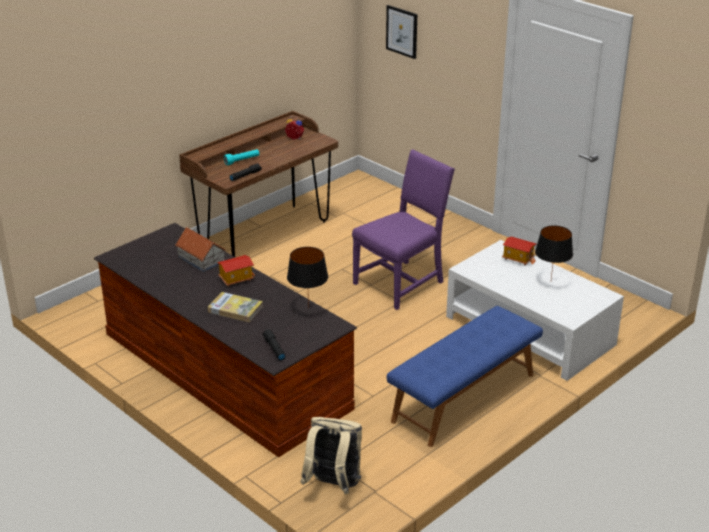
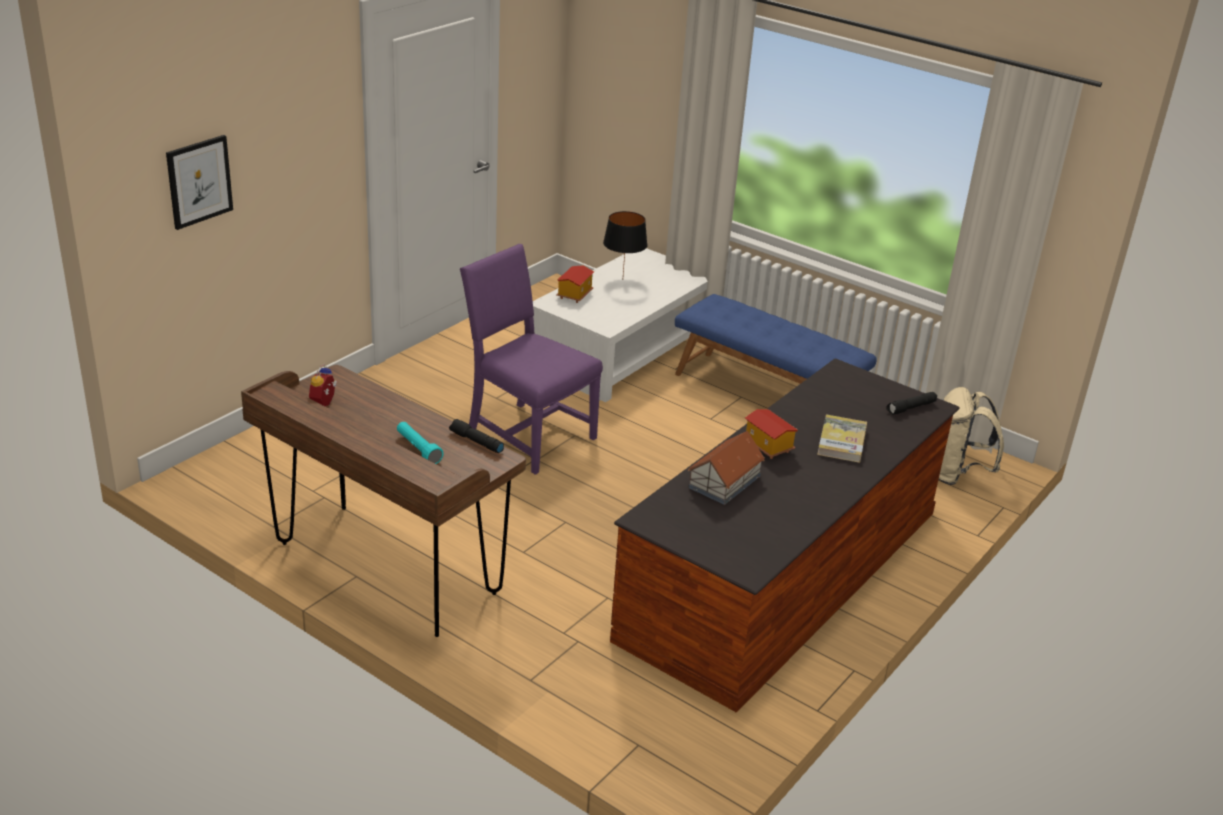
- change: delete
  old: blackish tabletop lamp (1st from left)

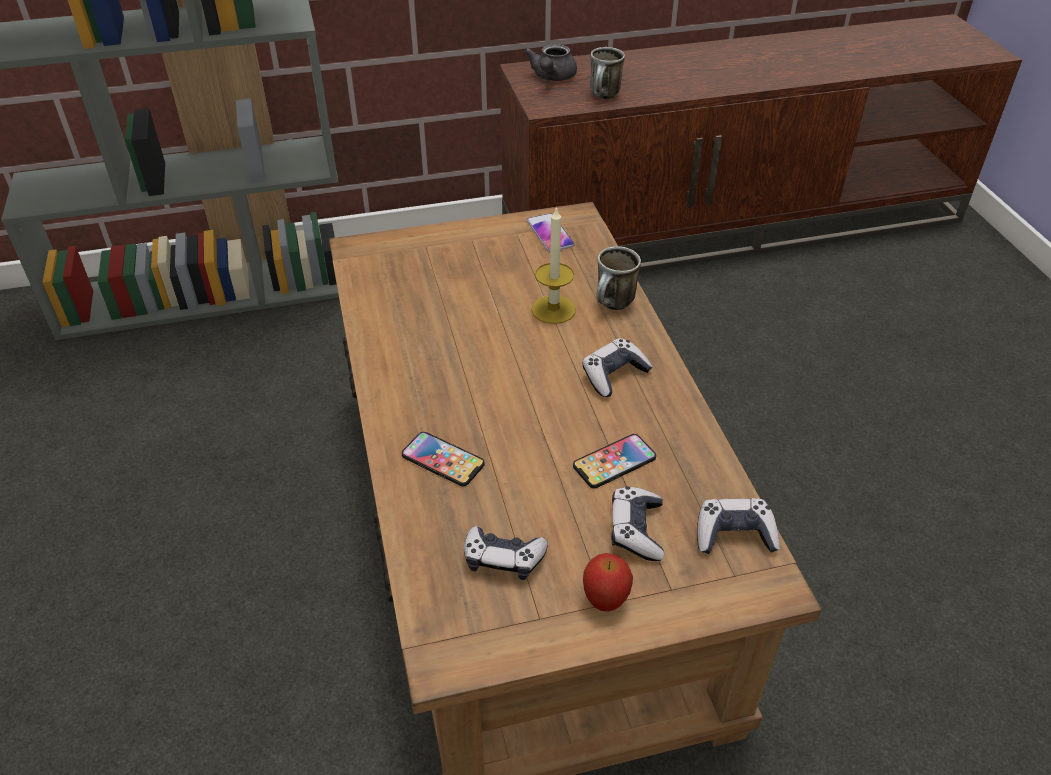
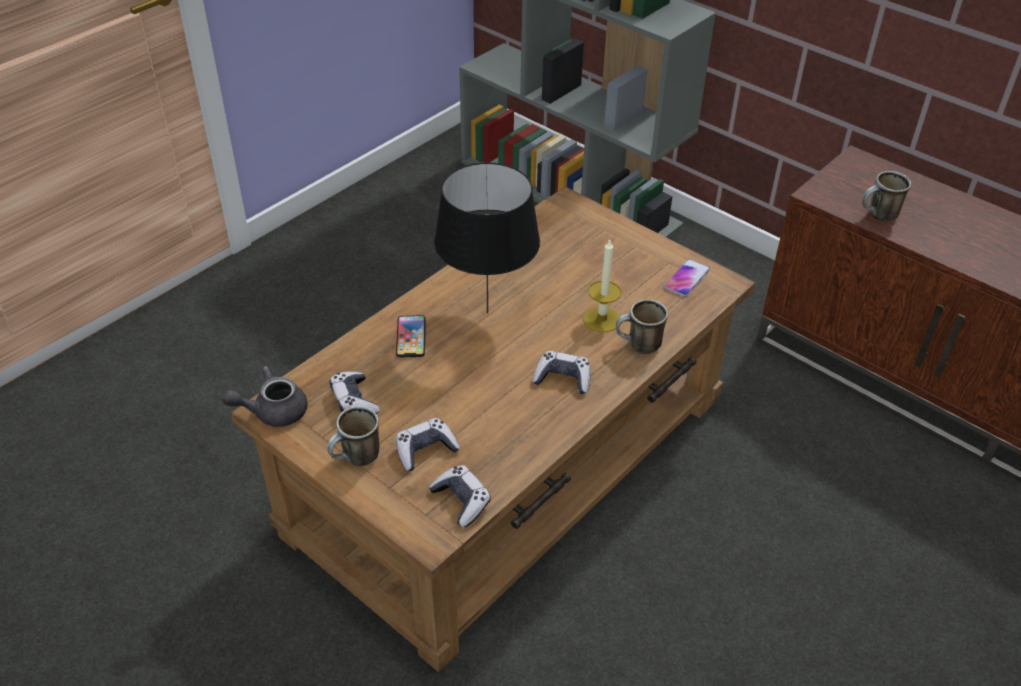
- change: delete
  old: phone (3rd from left)
- change: insert
  new: blackish tabletop lamp
- change: move
  old: grey pot for tea
- change: replace
  old: apple fruit
  new: mug (1st from left)

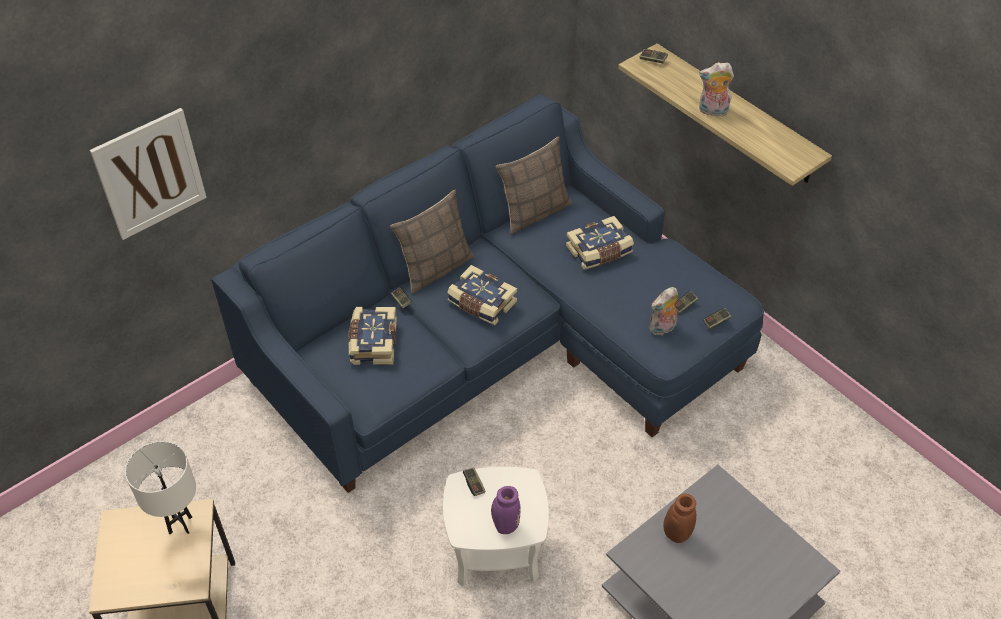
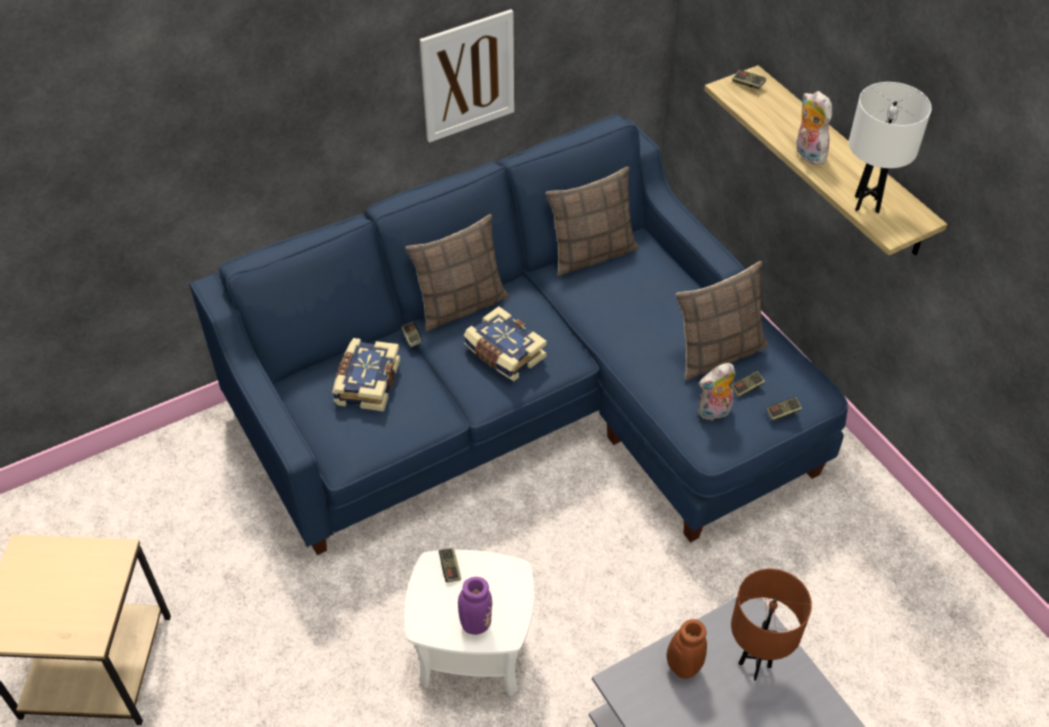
- change: delete
  old: bound book (3rd from left)
- change: insert
  new: cushion (3rd from left)
- change: insert
  new: brownish tabletop lamp
- change: move
  old: wall art
- change: move
  old: white-coloured tabletop lamp
- change: rotate
  old: plush toy (2nd from left)
  degrees: 45

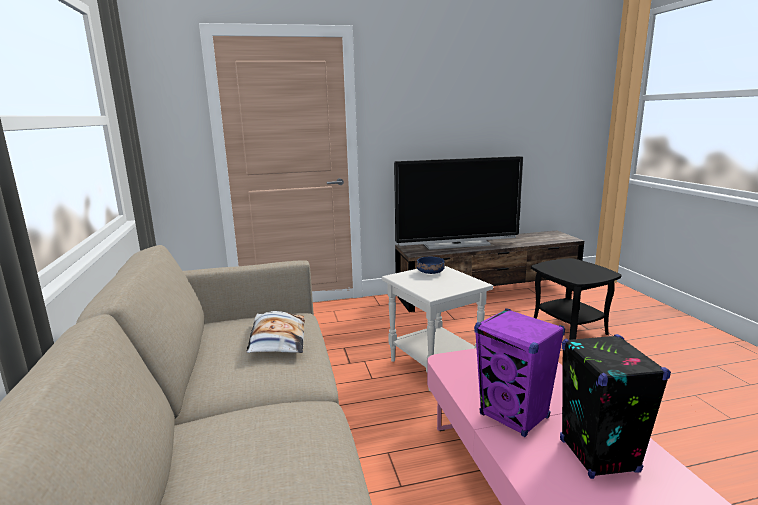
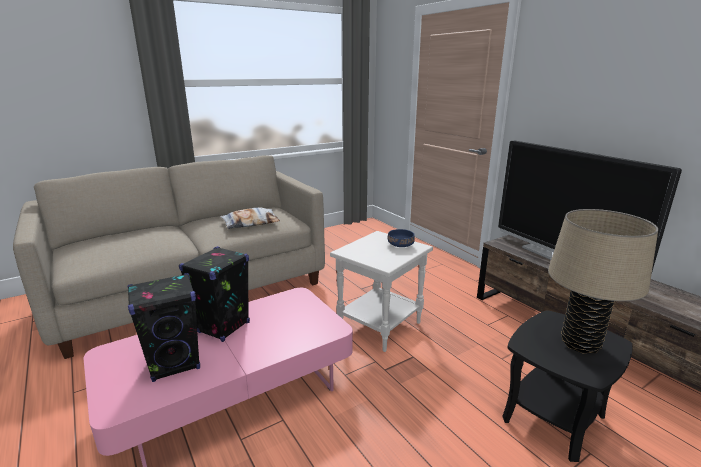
- change: insert
  new: beige tabletop lamp
- change: recolor
  old: purplish audio speaker
  new: blackish audio speaker (2nd from left)

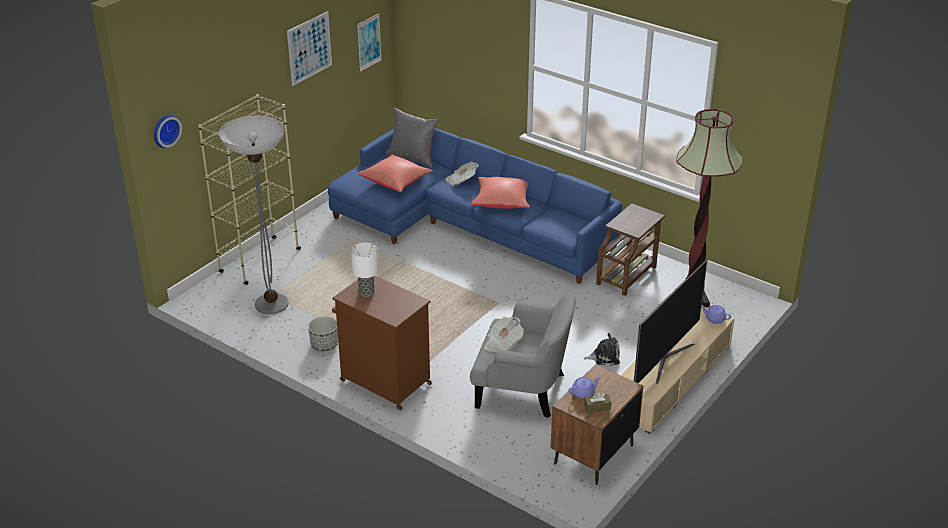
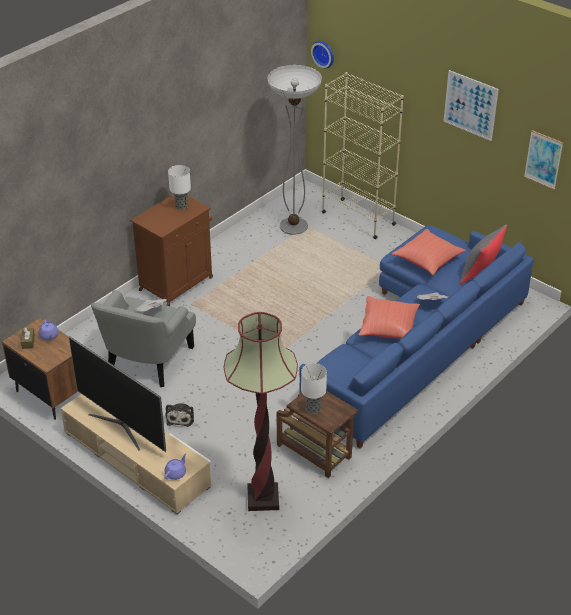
- change: delete
  old: plant pot
- change: insert
  new: tabletop lamp (2nd from left)

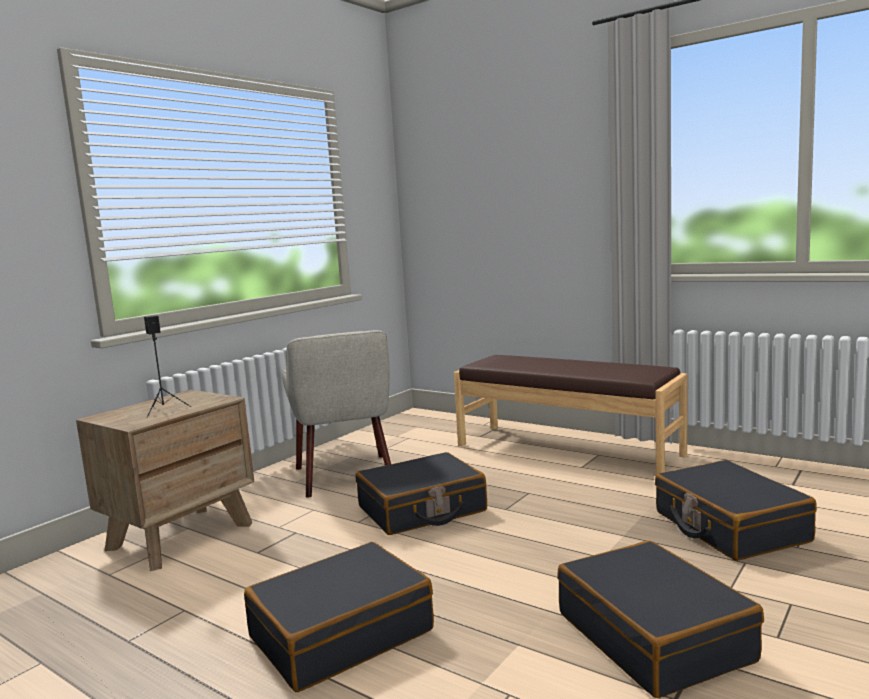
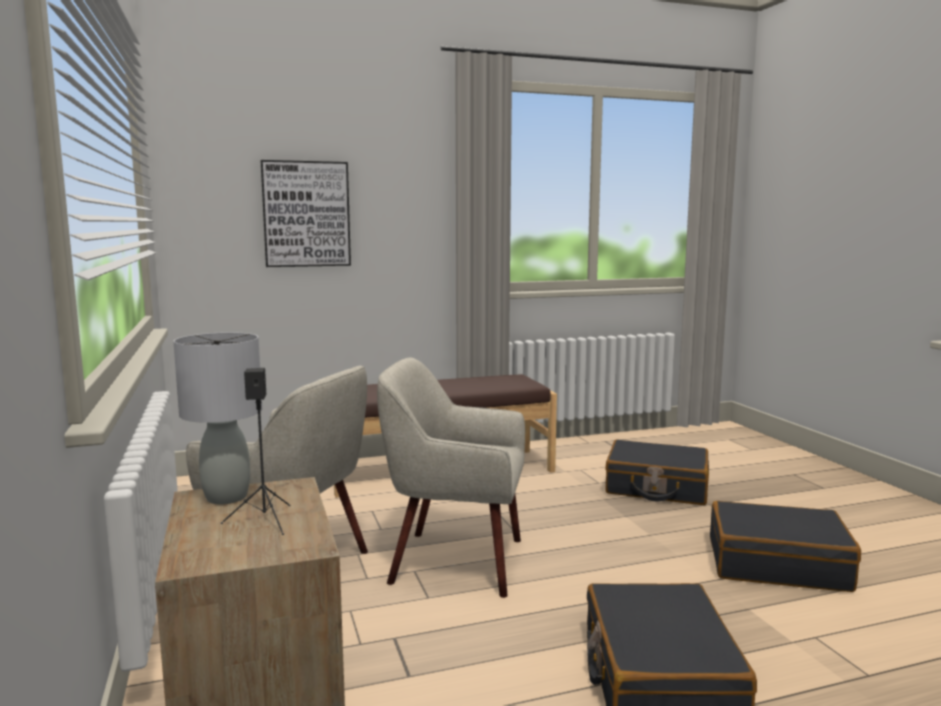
- change: insert
  new: grey tabletop lamp
- change: insert
  new: wall art
- change: replace
  old: blackish suitcase (2nd from left)
  new: beige lounge chair (2nd from left)

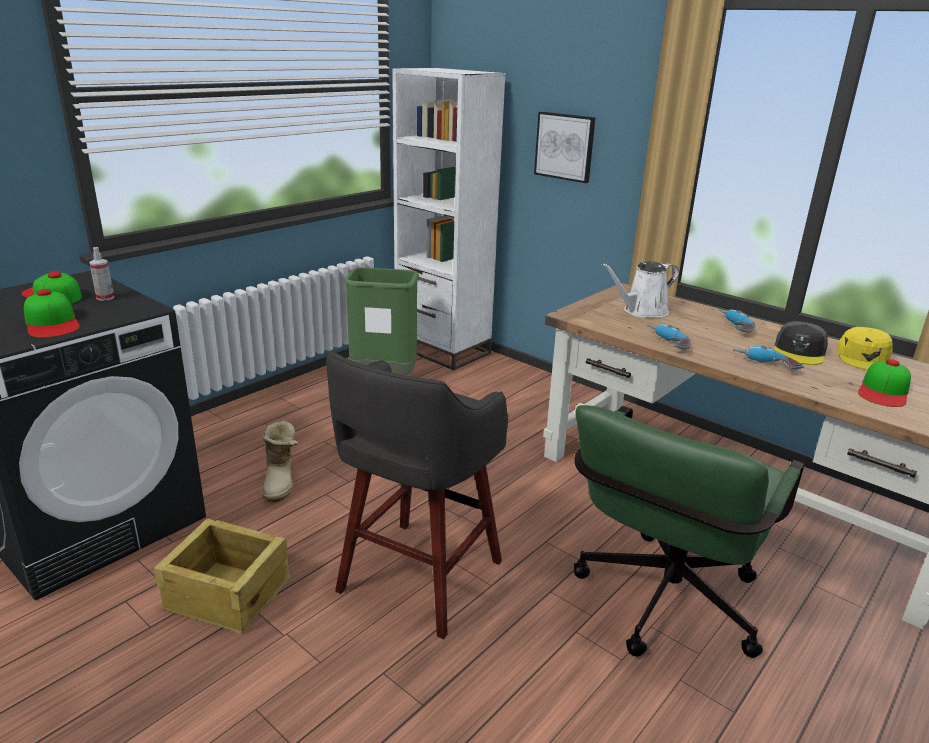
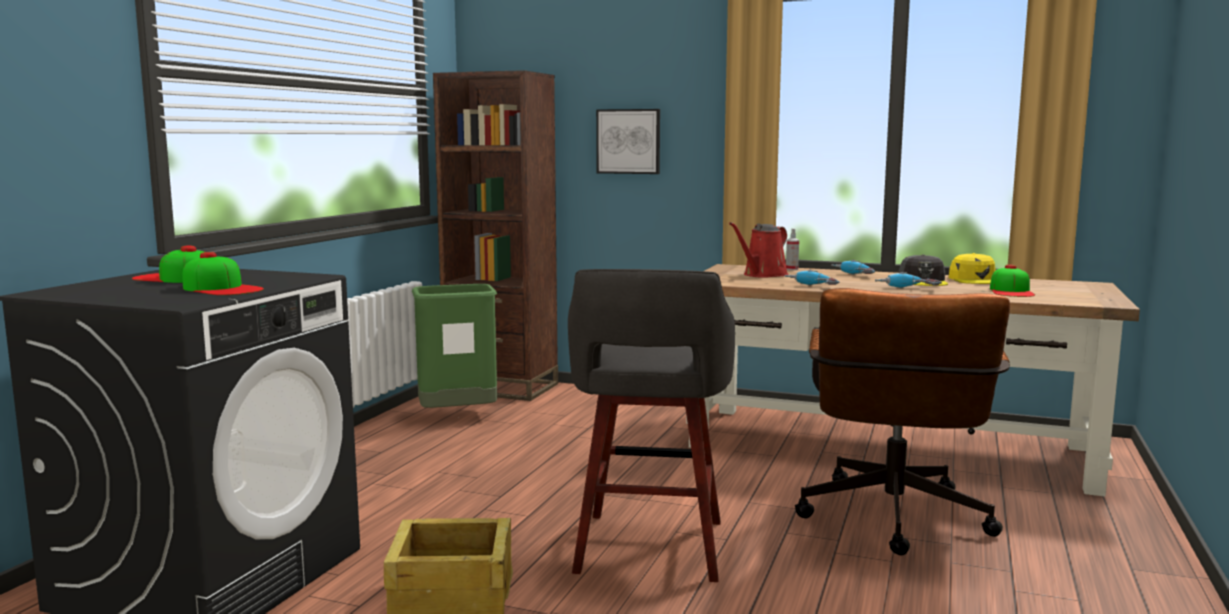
- change: delete
  old: high-top boot
- change: move
  old: sprayer
- change: recolor
  old: white-coloured bookcase
  new: brownish bookcase
- change: recolor
  old: greenish office chair
  new: brownish office chair
- change: recolor
  old: white-coloured watering pot
  new: red watering pot

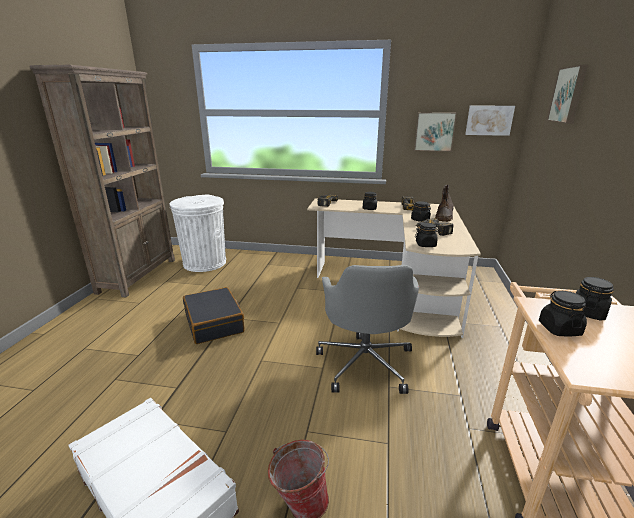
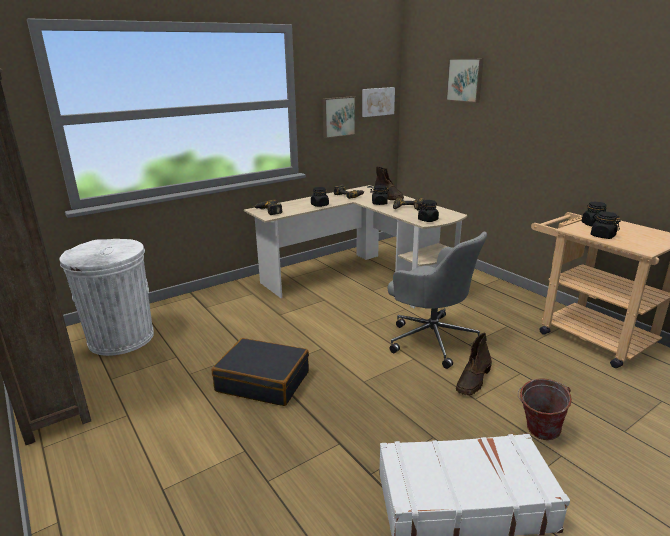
- change: insert
  new: brownish high-top boot (2nd from left)

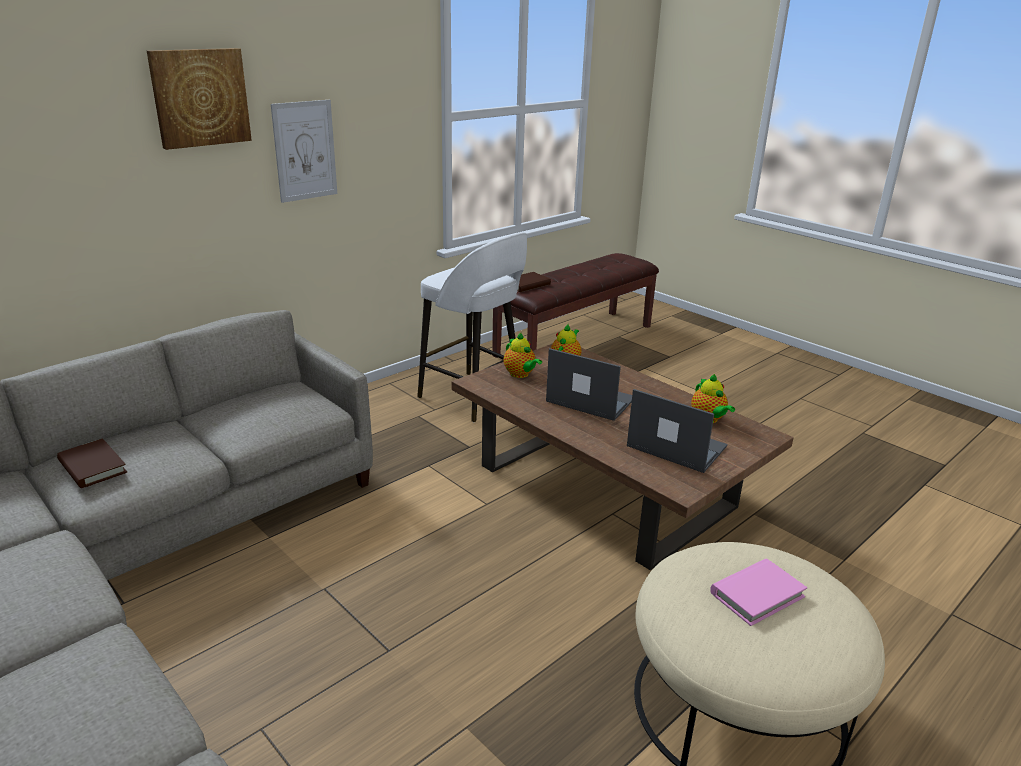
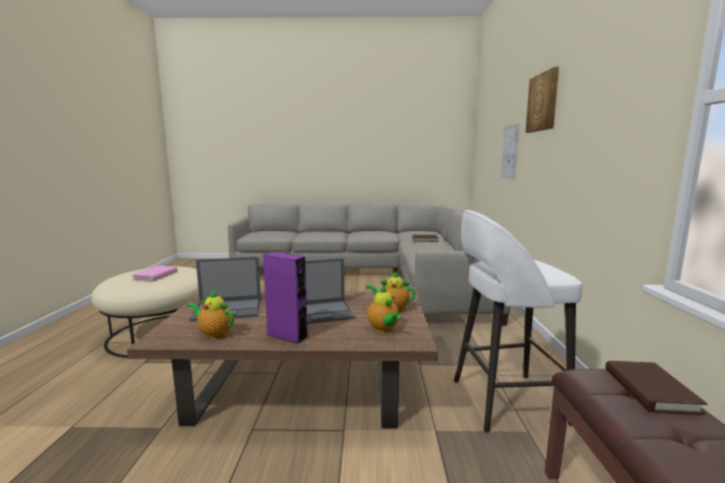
- change: insert
  new: purplish audio speaker
- change: move
  old: wall art (2nd from left in the first image)
  new: wall art (1st from left)

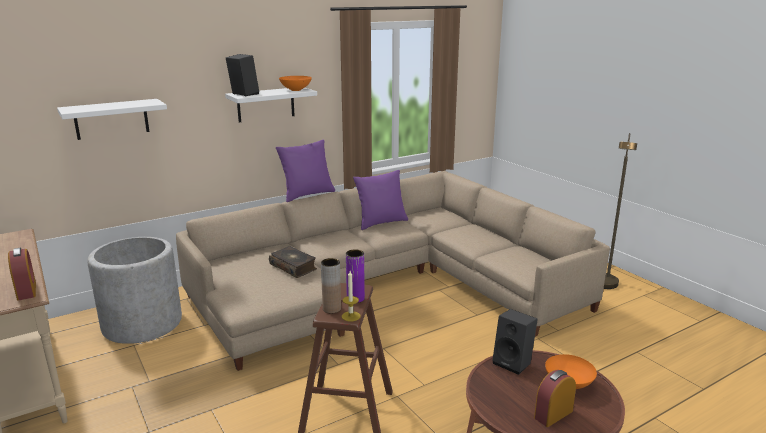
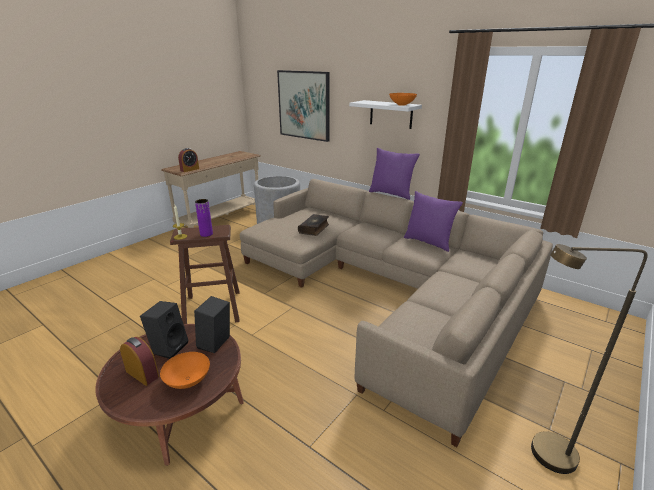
- change: delete
  old: brownish decorative vase
- change: move
  old: blackish audio speaker (1st from left)
- change: replace
  old: white-coloured wall shelf (1st from left)
  new: wall art

